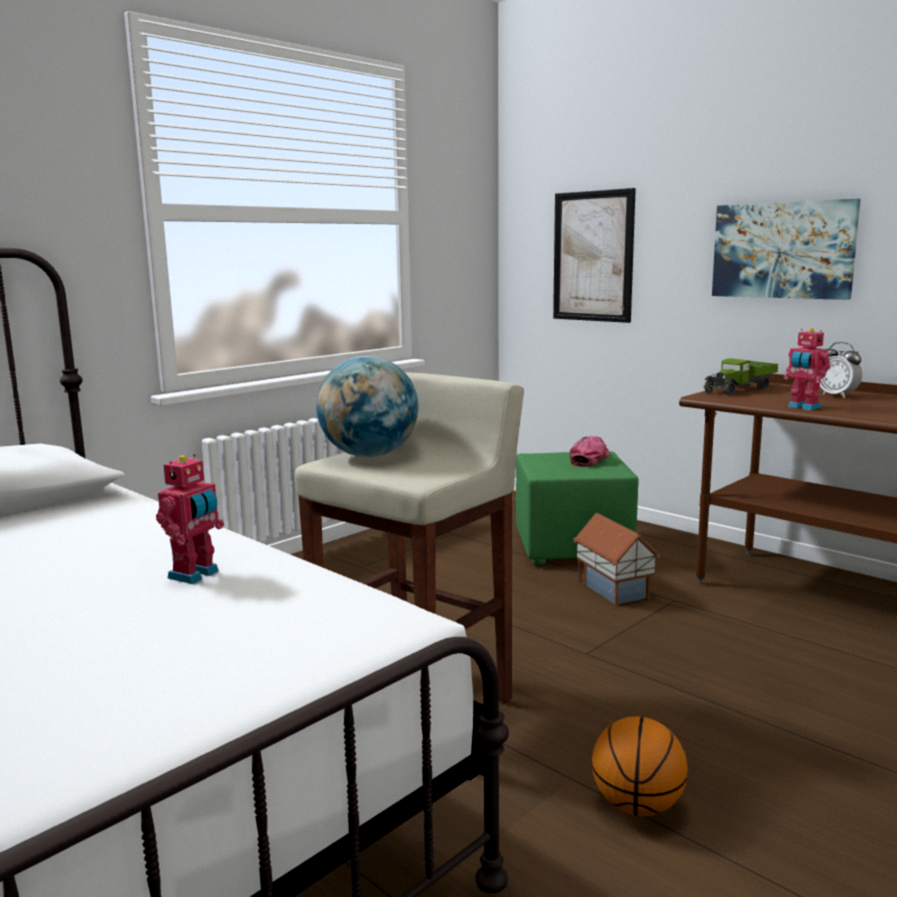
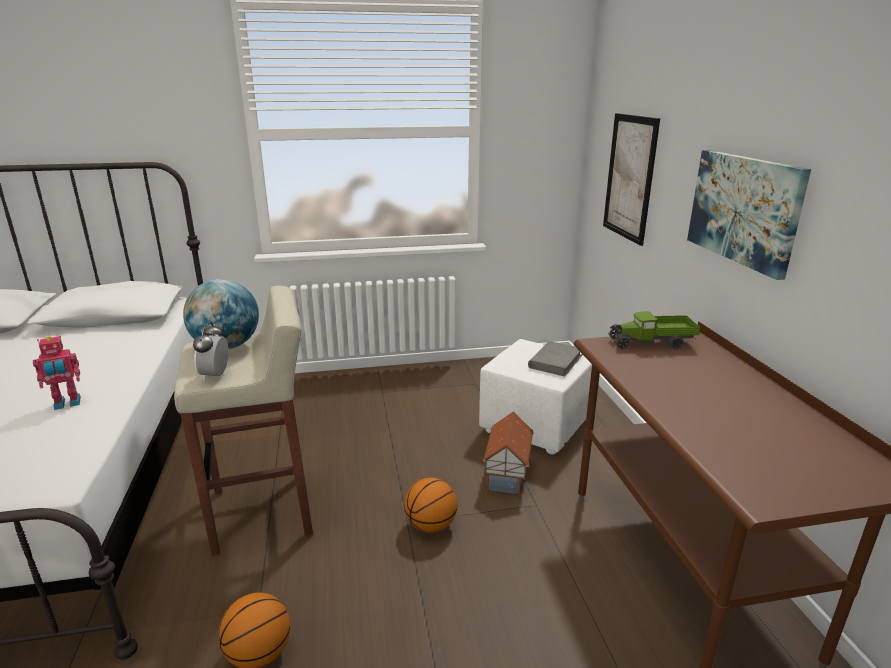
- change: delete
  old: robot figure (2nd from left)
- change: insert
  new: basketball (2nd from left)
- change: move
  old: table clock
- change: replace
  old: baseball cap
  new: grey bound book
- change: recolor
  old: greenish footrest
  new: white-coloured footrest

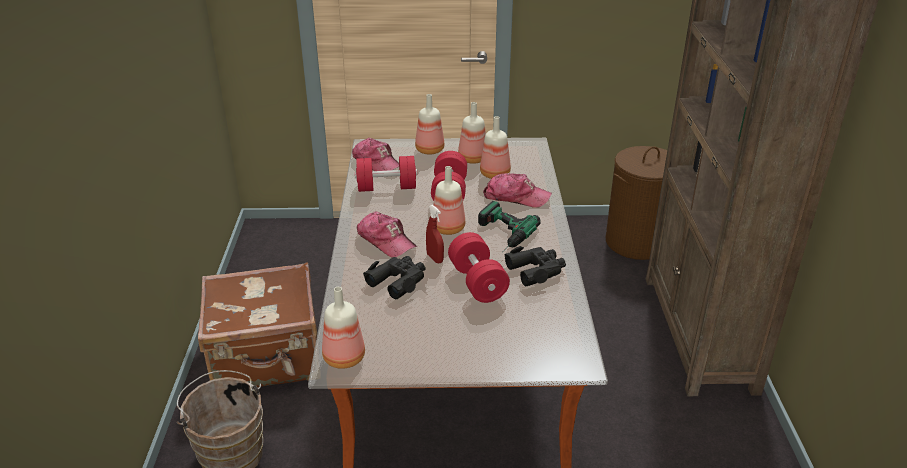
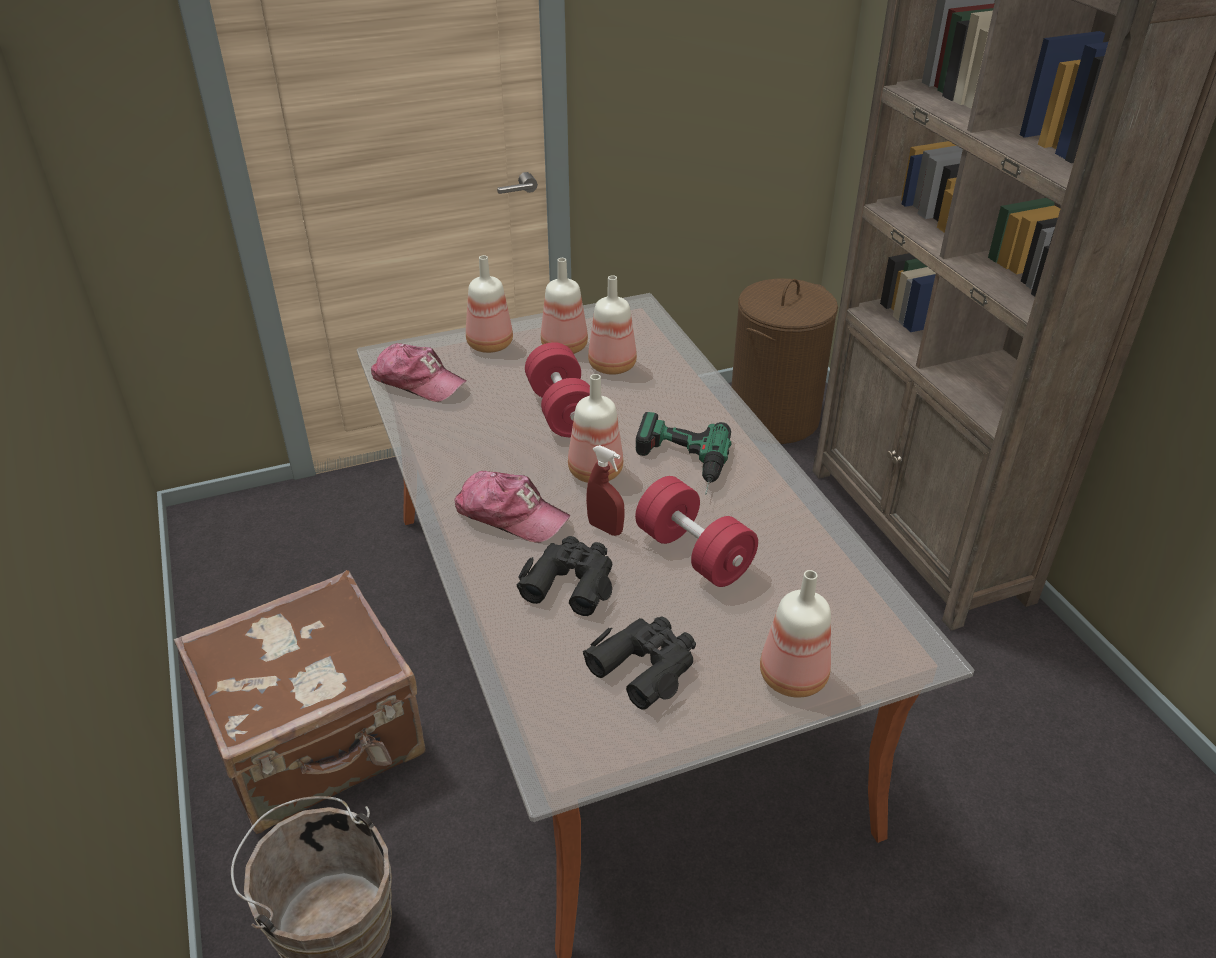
- change: delete
  old: red hand weight (1st from left)
- change: delete
  old: baseball cap (3rd from left)
- change: move
  old: beverage bottle (1st from left in the first image)
  new: beverage bottle (5th from left)
- change: move
  old: blackish pair of binoculars (2nd from left)

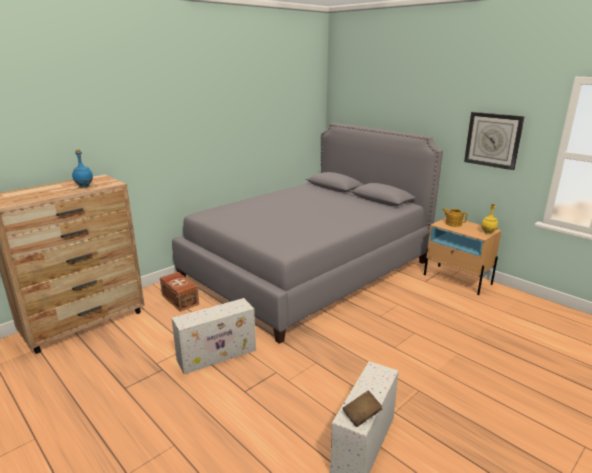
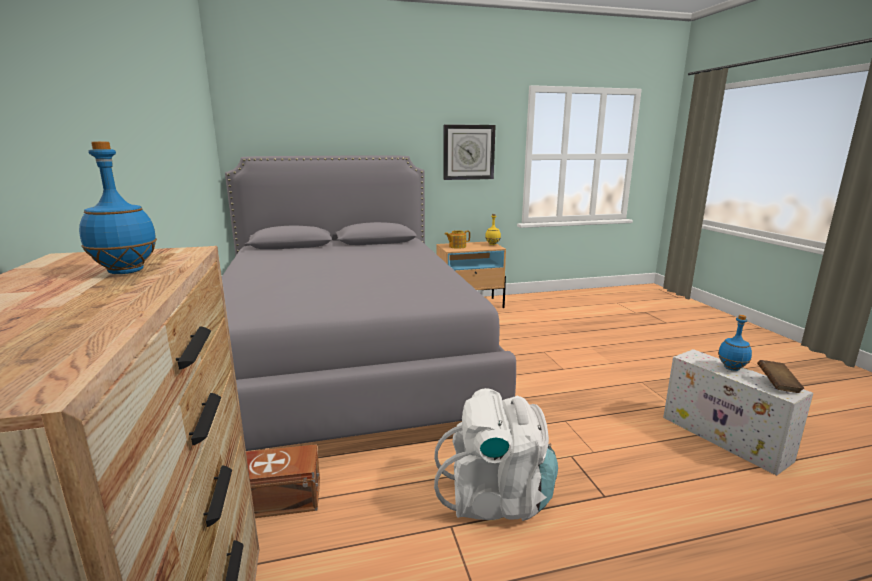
- change: insert
  new: blue-coloured beverage bottle (2nd from left)
- change: replace
  old: white-coloured storage container (1st from left)
  new: white-coloured knapsack

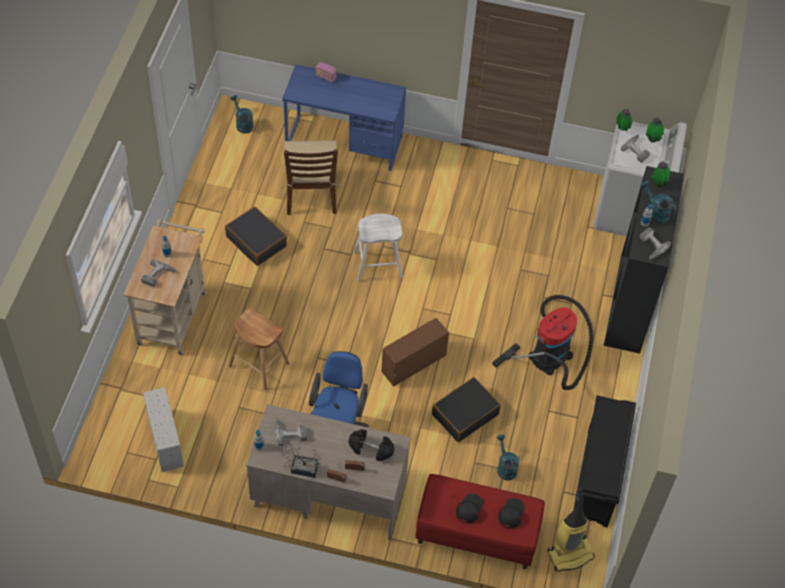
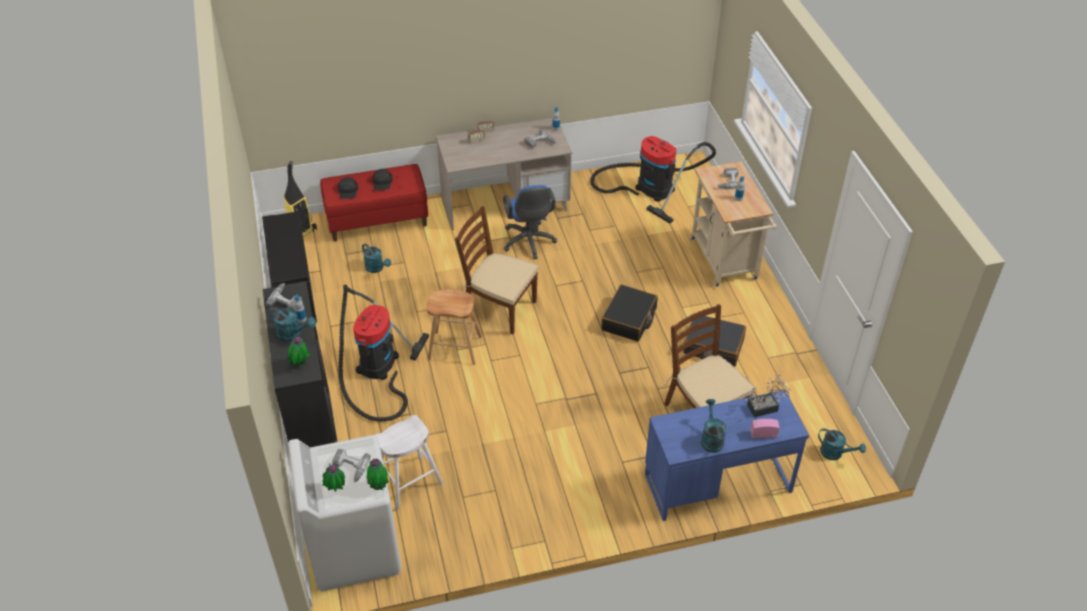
- change: delete
  old: blackish hand weight
- change: insert
  new: blue-green watering pot (3rd from left)
- change: move
  old: brownish sitting stool
- change: move
  old: plant in a pot (1st from left in the first image)
  new: plant in a pot (4th from left)
- change: move
  old: white-coloured sitting stool
- change: move
  old: blackish suitcase (2nd from left in the first image)
  new: blackish suitcase (1st from left)
- change: replace
  old: white-coloured storage container
  new: vacuum cleaner (3rd from left)
- change: replace
  old: brownish storage container
  new: brownish upright chair (1st from left)

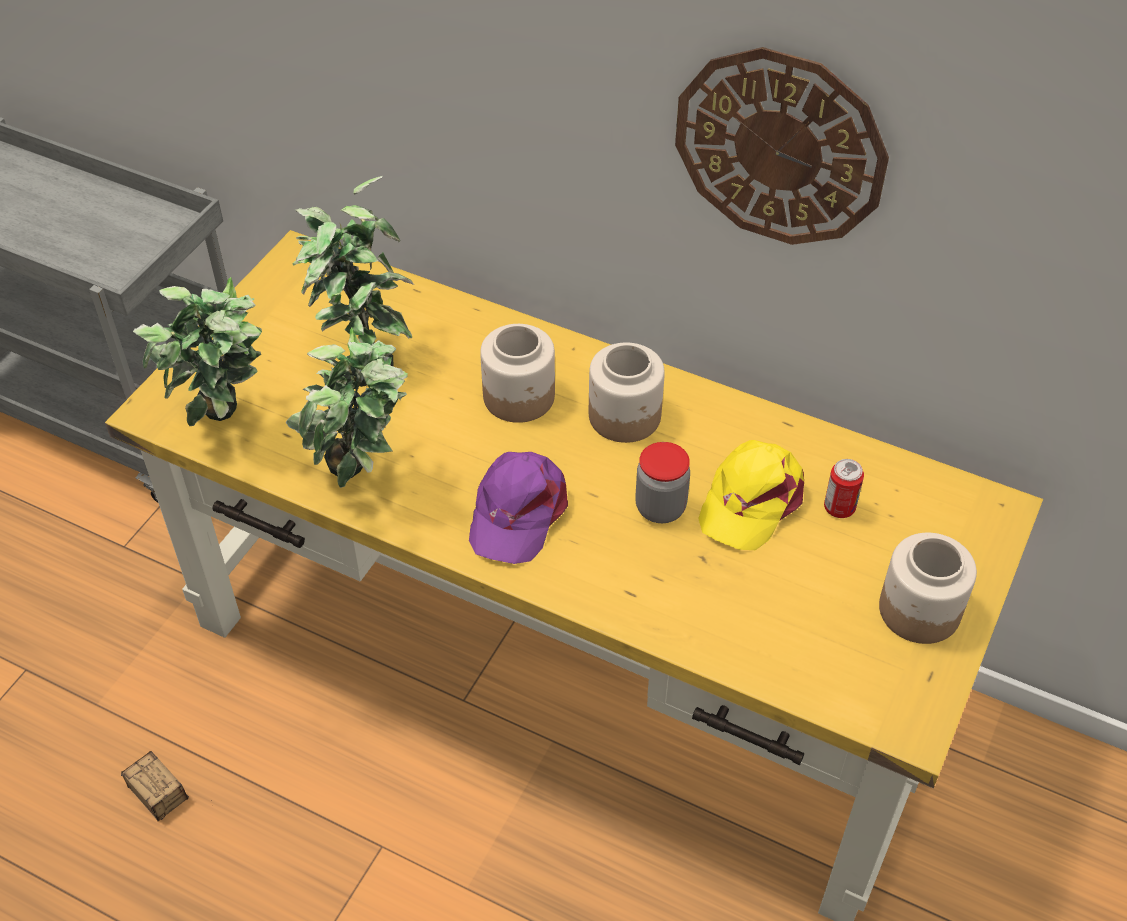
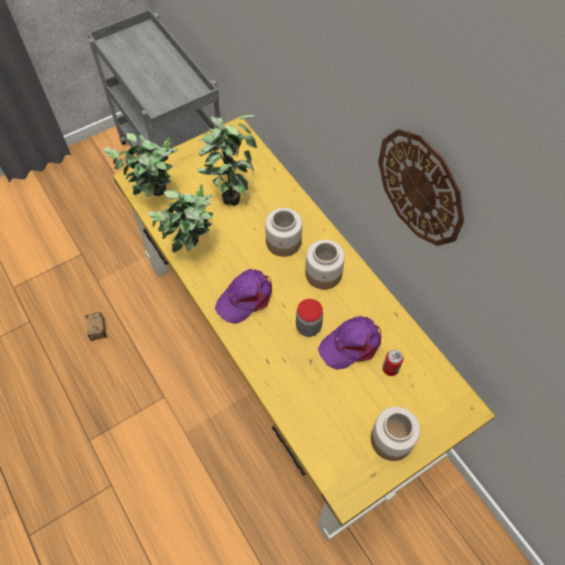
- change: recolor
  old: yellow-coloured baseball cap
  new: purplish baseball cap (2nd from left)

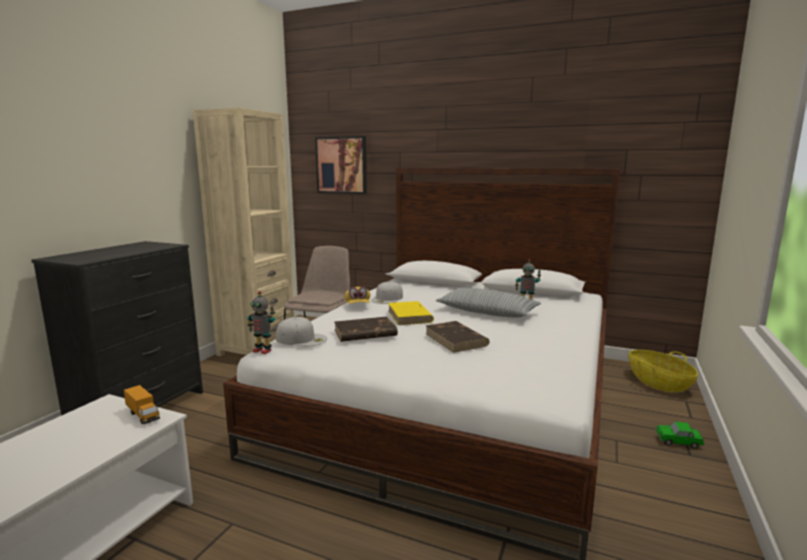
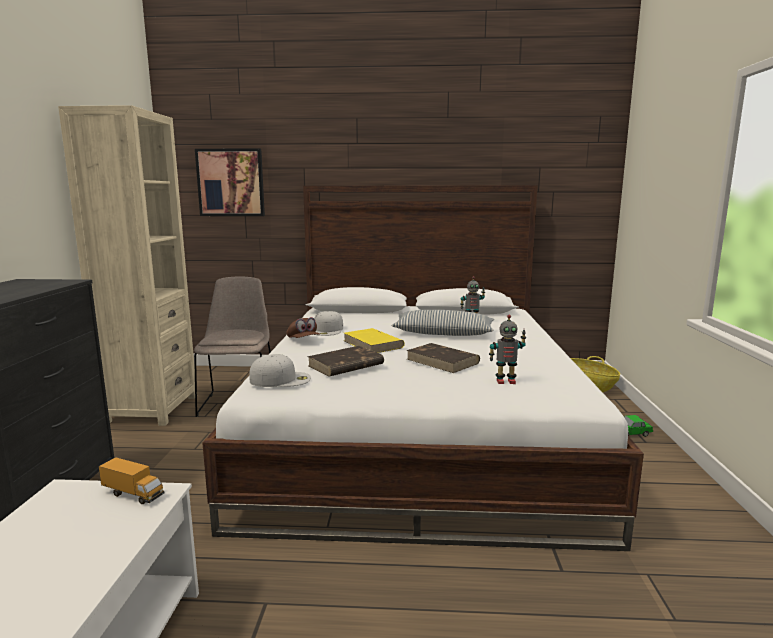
- change: move
  old: robot figure (1st from left in the first image)
  new: robot figure (2nd from left)
- change: recolor
  old: yellow-coloured baseball cap
  new: brownish baseball cap

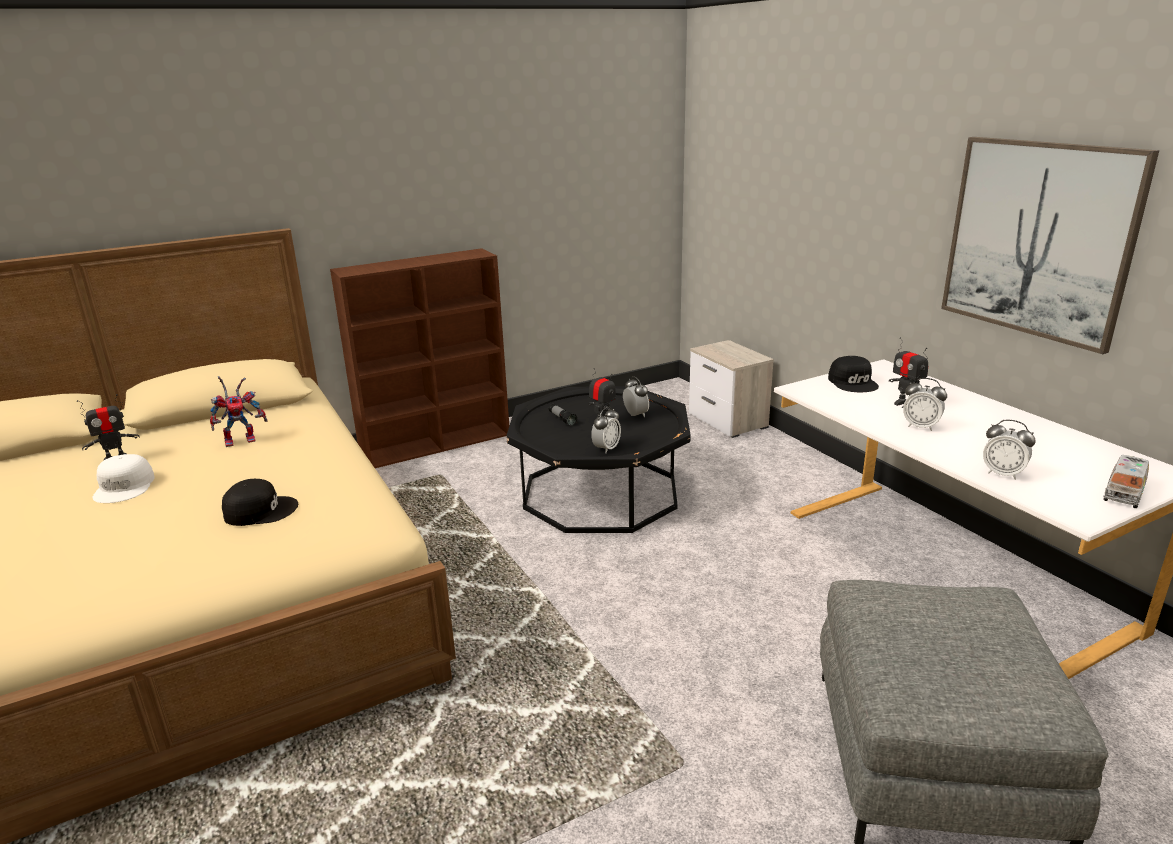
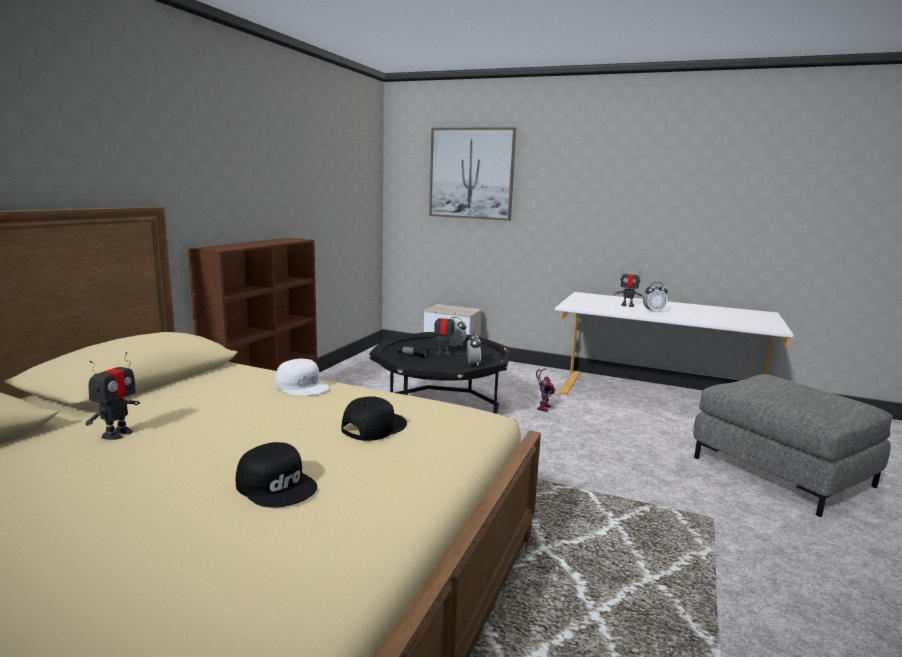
- change: delete
  old: table clock (4th from left)
- change: delete
  old: toy lorry
- change: move
  old: white-coloured baseball cap
- change: move
  old: robot figure (2nd from left in the first image)
  new: robot figure (3rd from left)
- change: move
  old: blackish baseball cap (2nd from left in the first image)
  new: blackish baseball cap (1st from left)
- change: move
  old: wall art

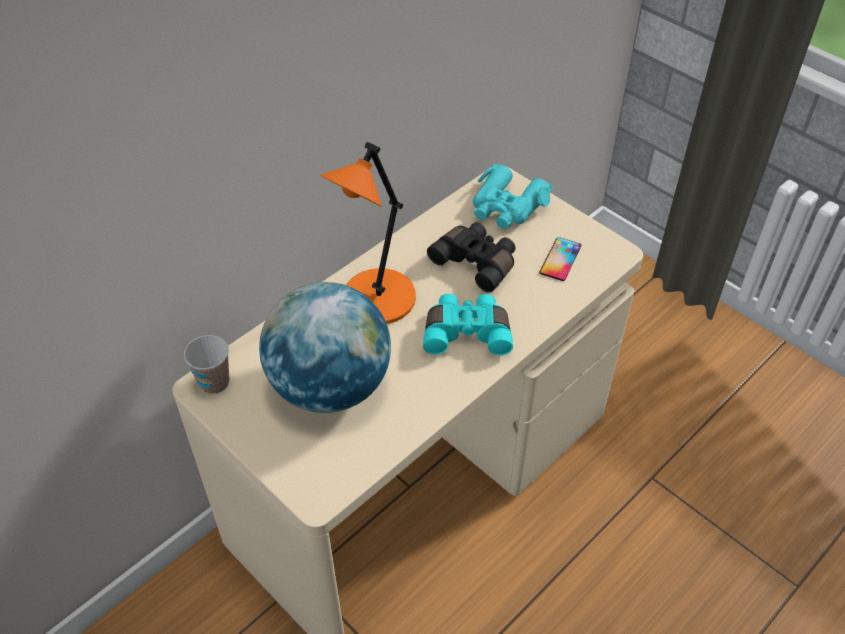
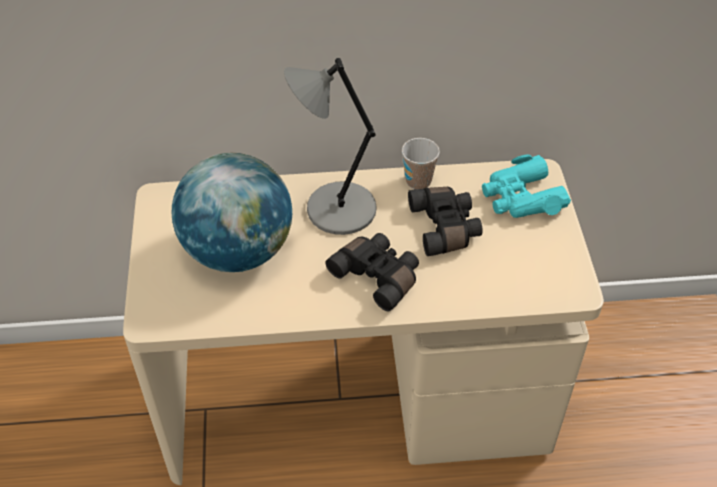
- change: delete
  old: phone
- change: move
  old: small cup
- change: recolor
  old: orangey tabletop lamp
  new: grey tabletop lamp
- change: recolor
  old: blue-green pair of binoculars (1st from left)
  new: blackish pair of binoculars (1st from left)

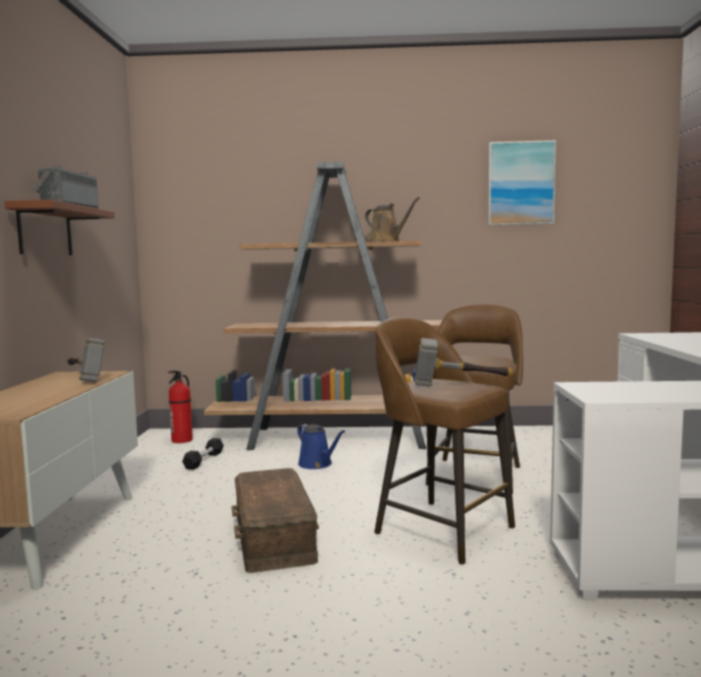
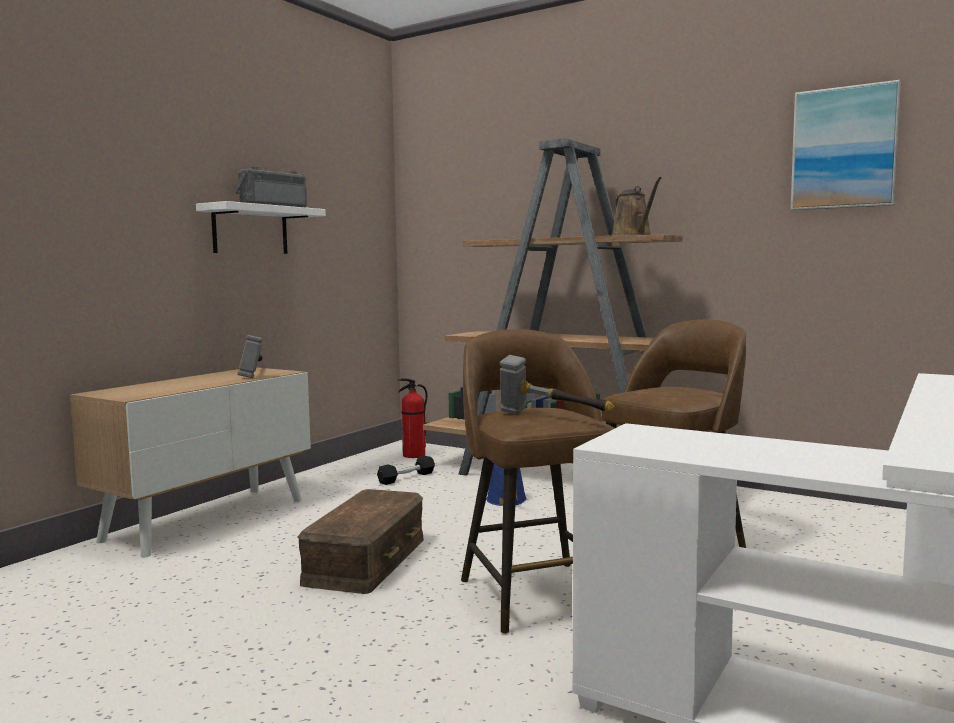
- change: recolor
  old: brownish wall shelf
  new: white-coloured wall shelf

